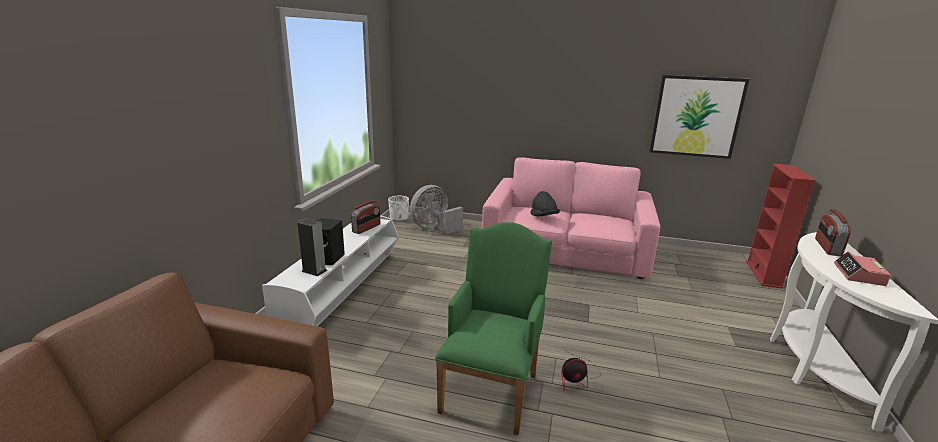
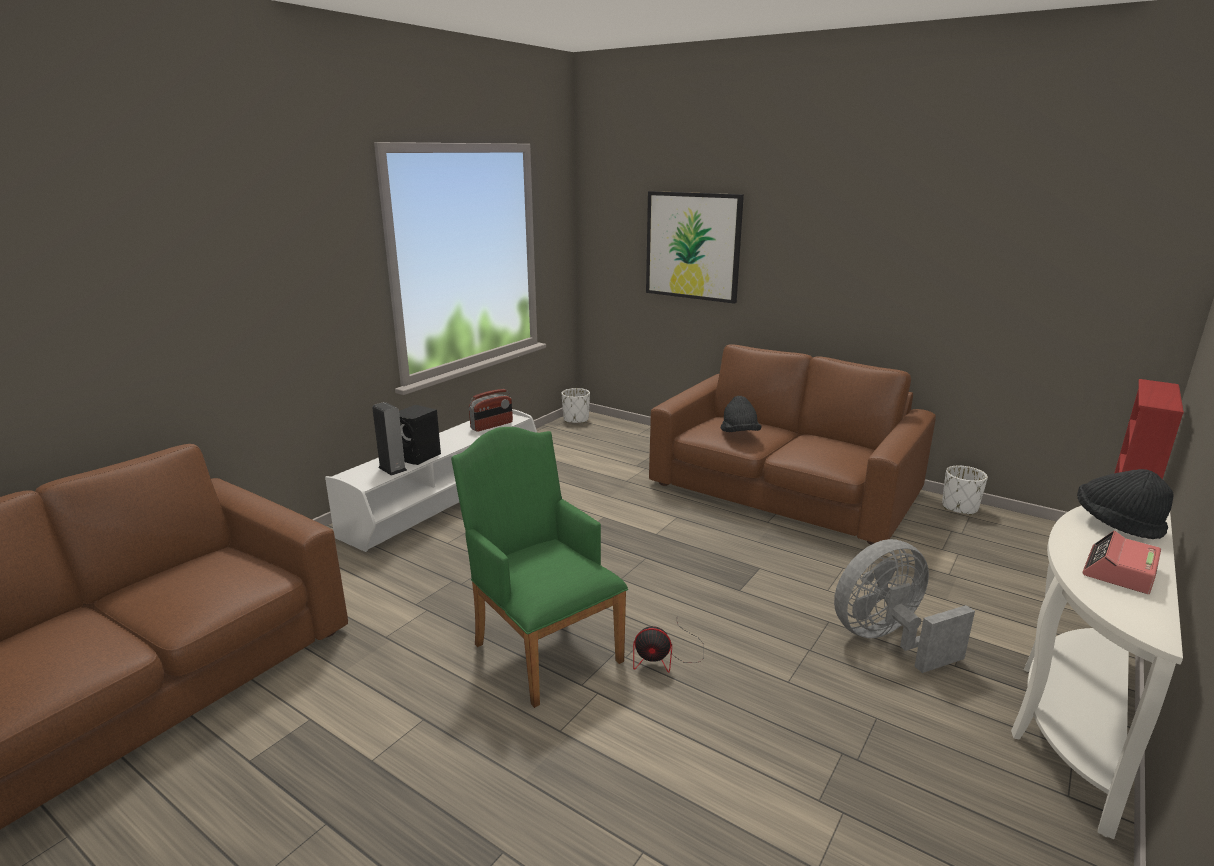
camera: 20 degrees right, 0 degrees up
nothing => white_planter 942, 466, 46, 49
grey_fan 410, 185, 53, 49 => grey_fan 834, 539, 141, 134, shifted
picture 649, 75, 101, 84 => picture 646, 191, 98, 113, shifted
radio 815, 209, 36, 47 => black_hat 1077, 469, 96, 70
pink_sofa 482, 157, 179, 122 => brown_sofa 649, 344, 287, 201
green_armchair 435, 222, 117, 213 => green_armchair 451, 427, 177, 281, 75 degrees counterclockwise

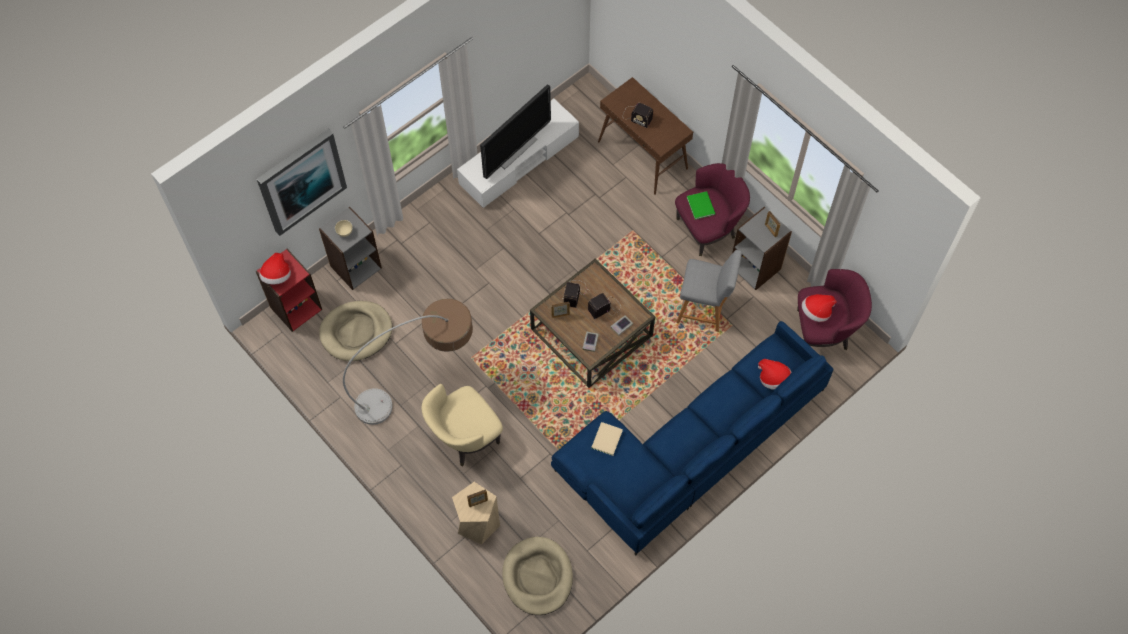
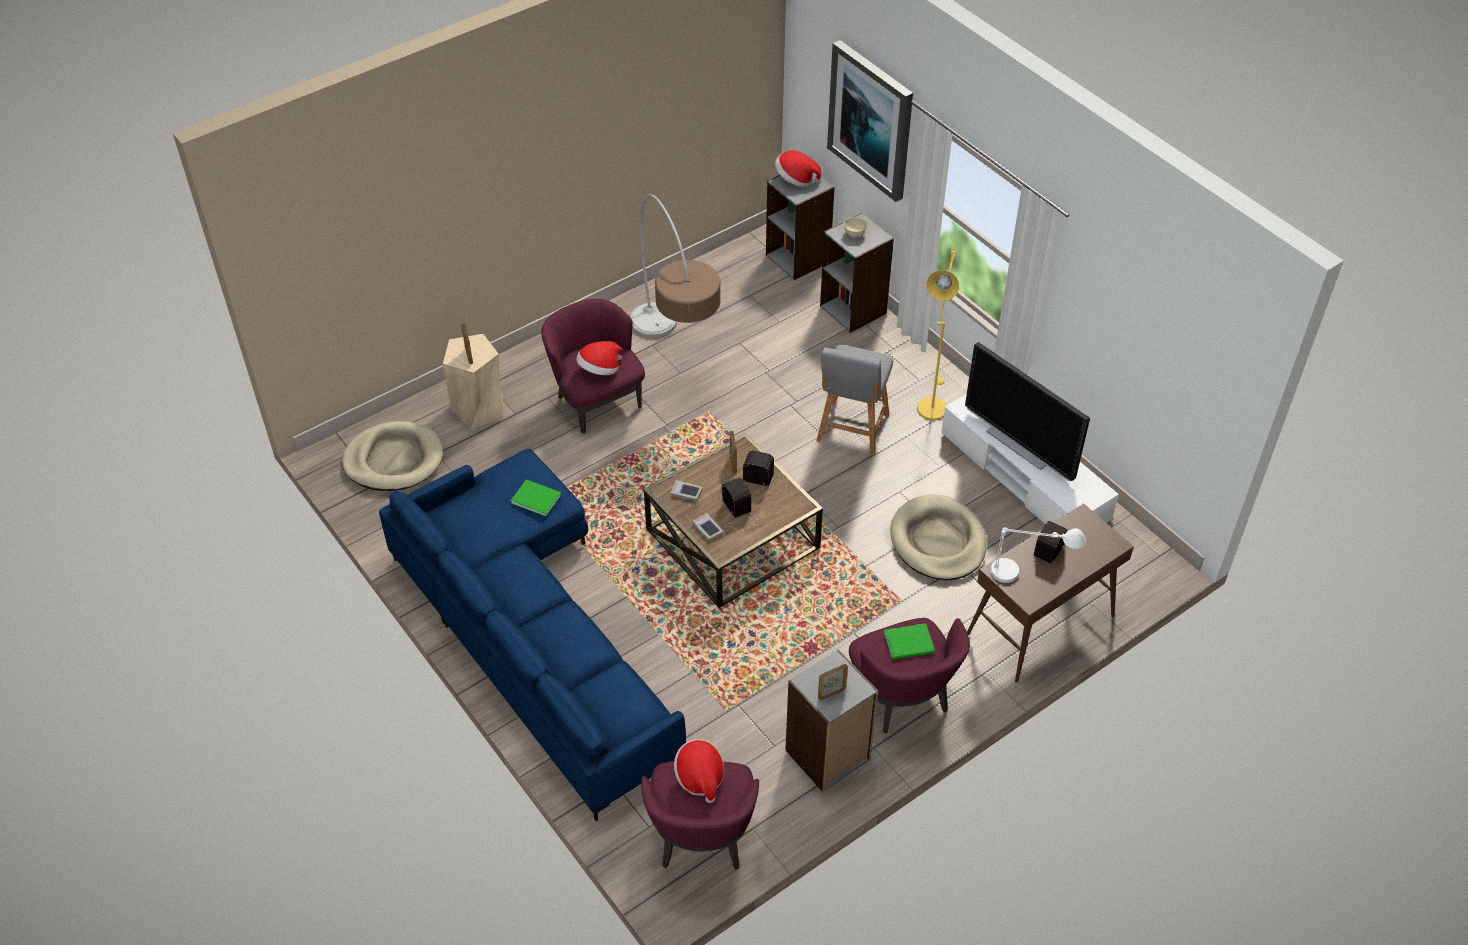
camera: 95 degrees right, 15 degrees down
nothing => yellow_floor_lamp 917, 251, 42, 169
nothing => white_table_lamp 990, 527, 96, 56
beige_dog_bed 319, 301, 73, 60 => beige_dog_bed 890, 494, 96, 86, shifted
grey_stool 676, 250, 66, 82 => grey_stool 816, 345, 77, 110, shifted
hat 758, 359, 34, 31 => hat 576, 341, 47, 34, shifted
red_bookcase 256, 249, 66, 83 => grey_bookcase 766, 173, 69, 107
beige_armchair 422, 384, 81, 82 => purple_armchair 541, 299, 104, 135
beige_book 591, 422, 32, 34 => green_book 511, 480, 51, 36

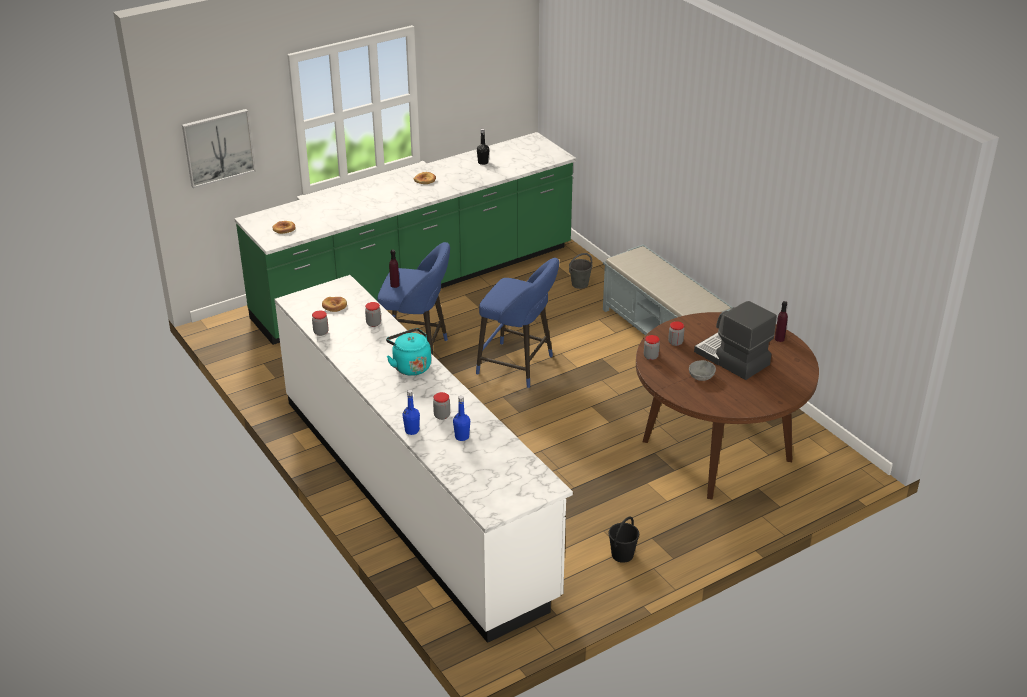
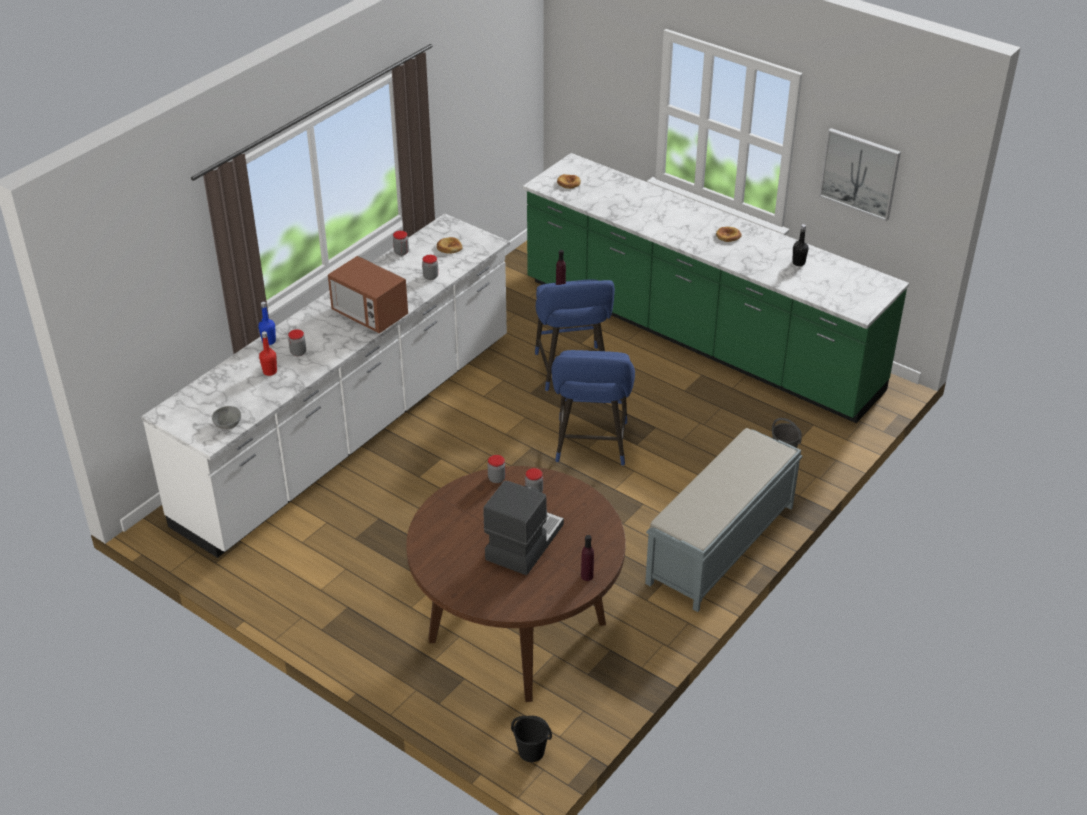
camera: 70 degrees right, 5 degrees up
picture 182, 109, 74, 79 => picture 819, 128, 82, 93, shifted
black_bucket 608, 516, 31, 47 => black_bucket 511, 716, 41, 46, shifted
grey_bowl 689, 360, 27, 21 => grey_bowl 212, 406, 29, 23, shifted
turquoise_kettle 386, 328, 45, 48 => microwave 328, 256, 80, 78
blue_bottle 453, 396, 17, 45 => red_bottle 259, 331, 18, 45

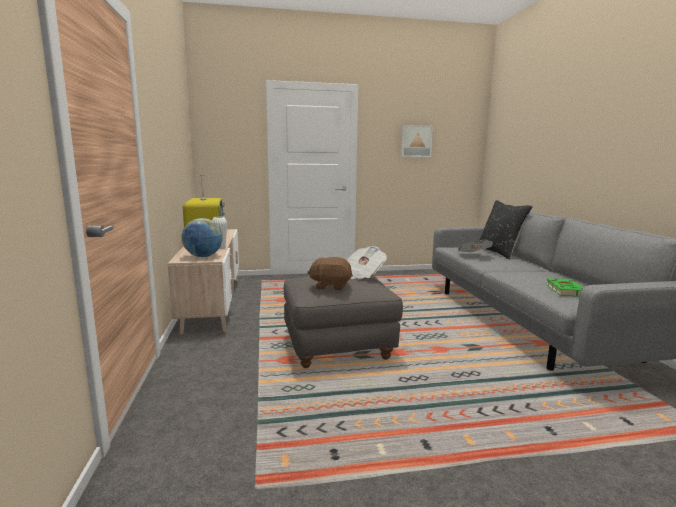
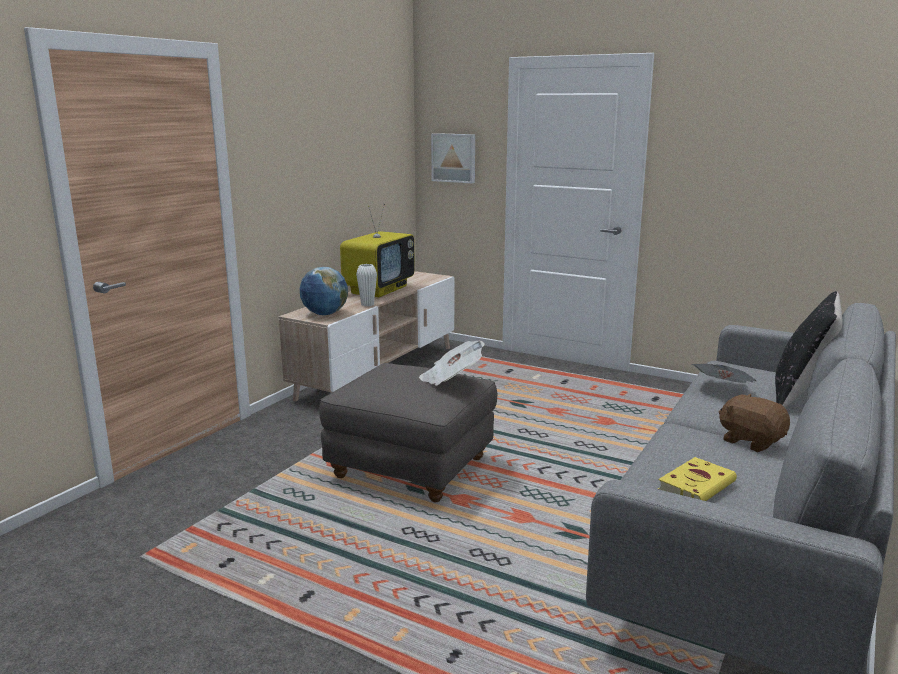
camera: 40 degrees right, 5 degrees up
brown_plush_toy 307, 257, 46, 34 => brown_plush_toy 719, 394, 71, 58, shifted
picture 401, 125, 32, 32 => picture 431, 133, 44, 50, shifted
green_book 546, 278, 38, 19 => yellow_book 658, 457, 79, 44

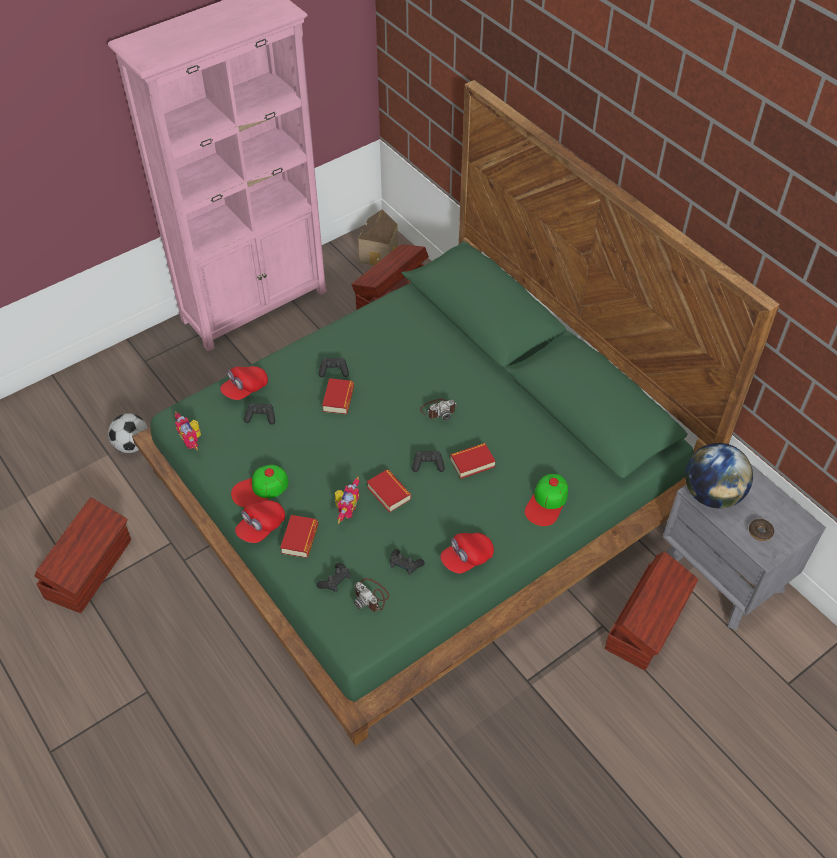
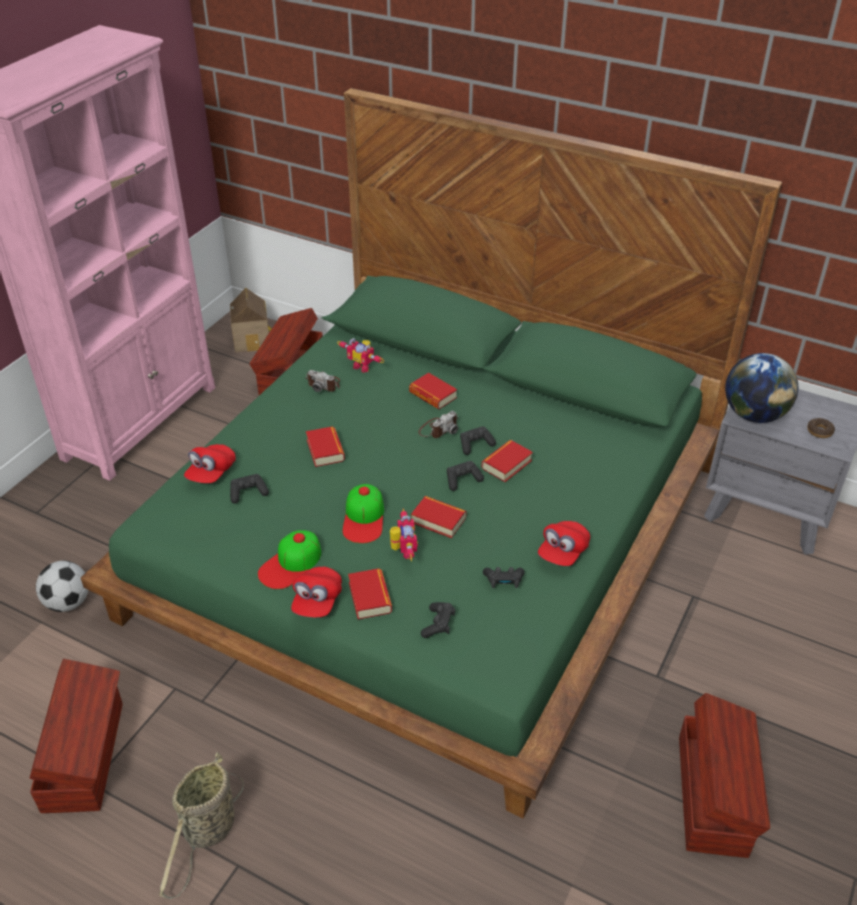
camera: 25 degrees left, 10 degrees down
nothing => basket 159, 752, 85, 147
nothing => book 409, 373, 48, 36
toy_robot 175, 411, 26, 39 => toy_robot 337, 338, 47, 35, shifted
black_game_controller 318, 358, 31, 19 => black_game_controller 460, 426, 36, 29, shifted
photo_camera 354, 578, 35, 34 => photo_camera 305, 370, 35, 22, shifted
cap 525, 474, 43, 52 => cap 343, 484, 41, 59, shifted
brown_storage_box 605, 551, 94, 119 => brown_storage_box 679, 693, 91, 165, shifted

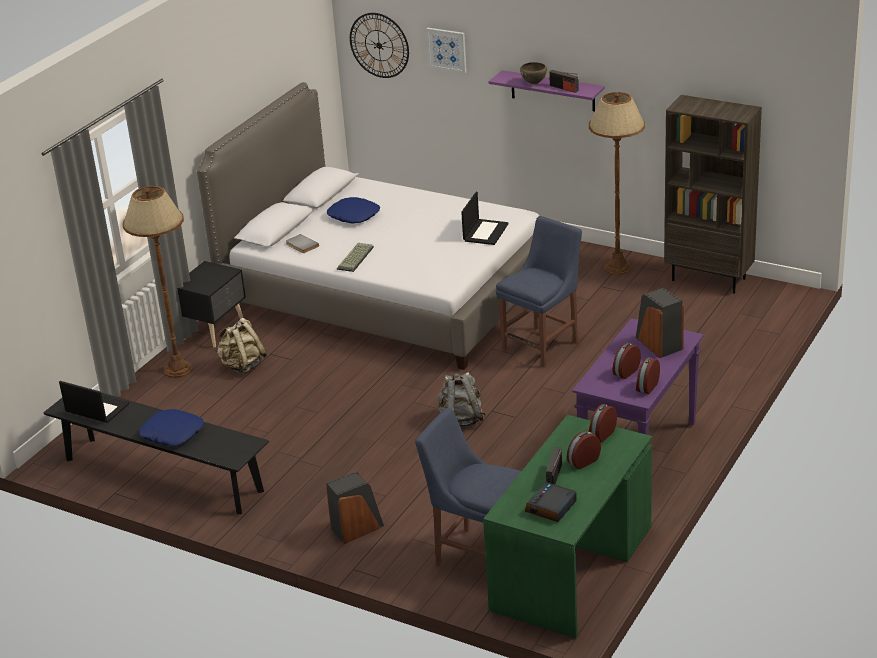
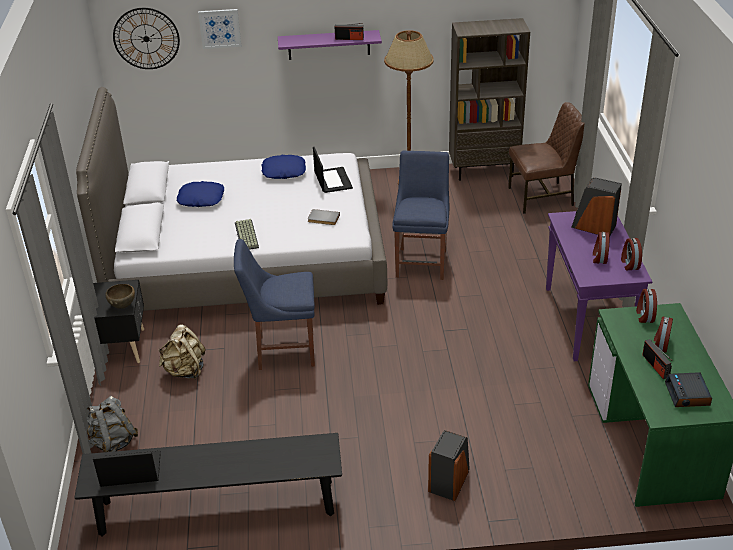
camera: 35 degrees left, 5 degrees up
brown_floor_lamp 123, 186, 70, 192 => nothing
nothing => brown_chair 508, 102, 77, 112
blue_pillow 139, 409, 65, 37 => blue_pillow 261, 155, 45, 24, shifted
grey_book 286, 234, 33, 19 => grey_book 308, 209, 32, 16, shifted
blue_chair 415, 408, 106, 158 => blue_chair 234, 239, 81, 131, shifted
grey_backpack 438, 372, 48, 55 => grey_backpack 86, 396, 52, 56, shifted
brown_bowl 520, 62, 27, 22 => brown_bowl 105, 284, 30, 25, shifted

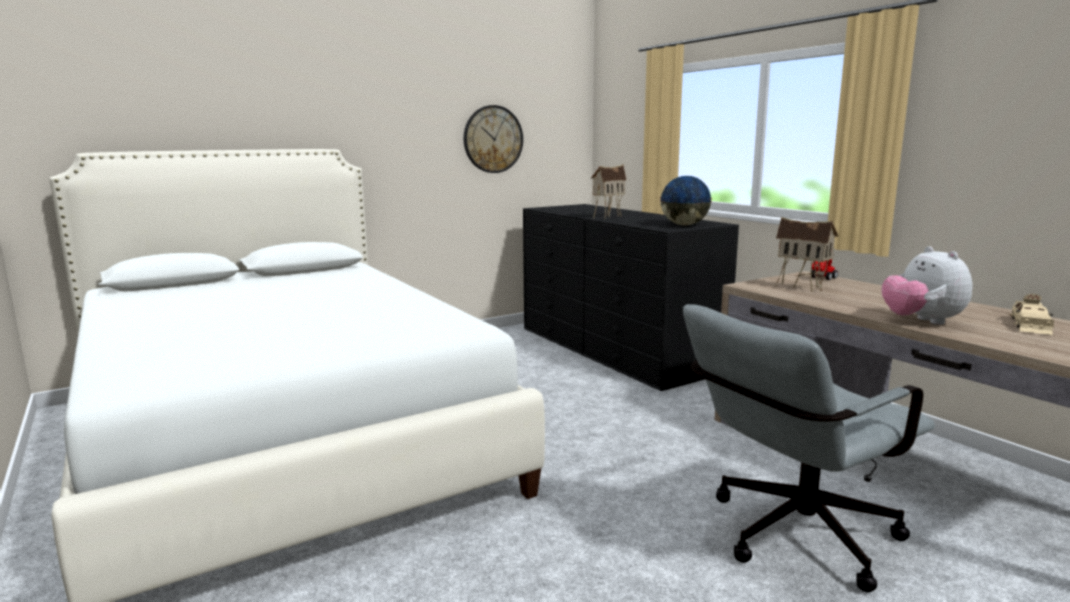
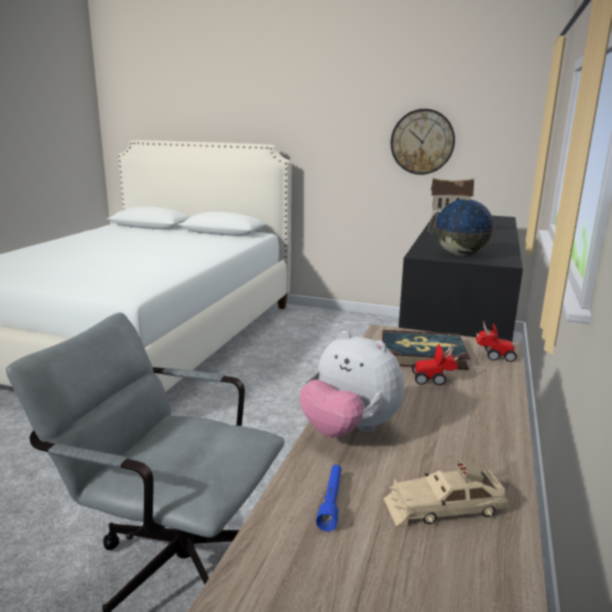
camera: 50 degrees right, 5 degrees up
nothing => blue_flashlight 316, 465, 26, 66
nothing => toy_car 412, 342, 46, 43
toy_house 775, 217, 64, 75 => book 382, 330, 88, 40
plush_toy 882, 246, 91, 79 => plush_toy 300, 330, 104, 107, 90 degrees counterclockwise

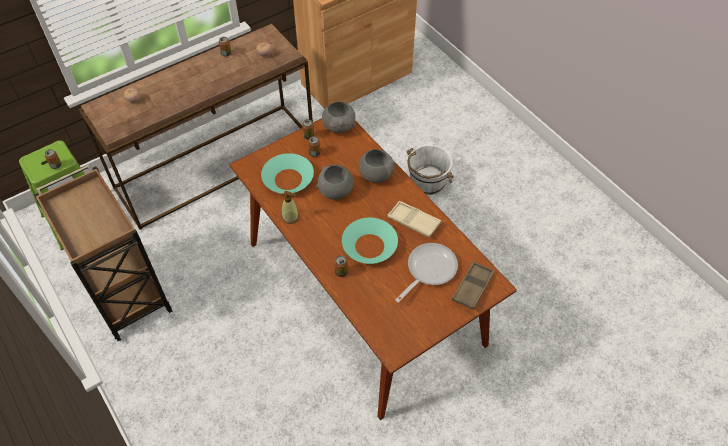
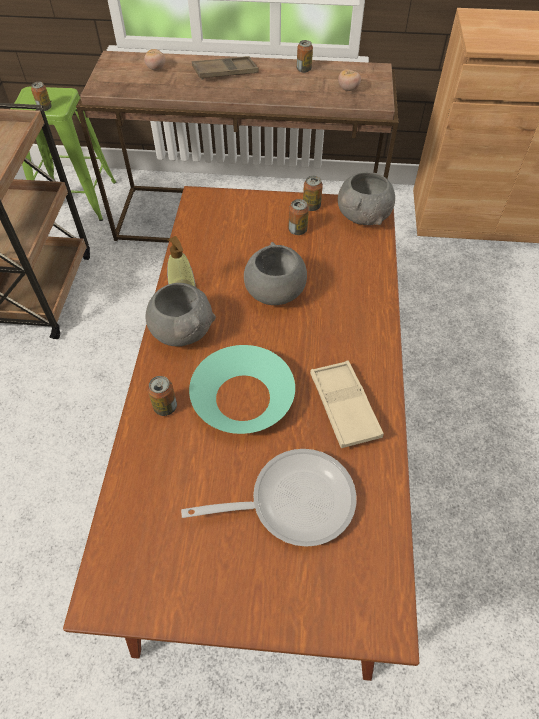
camera: 40 degrees right, 0 degrees up
turquoise_bowl 261, 153, 53, 41 => nothing
white_bucket 407, 145, 47, 50 => nothing
grey_bowl 359, 149, 36, 34 => grey_bowl 145, 283, 71, 63, shifted
brown_tray 452, 262, 42, 48 => brown_tray 192, 56, 67, 24, shifted

